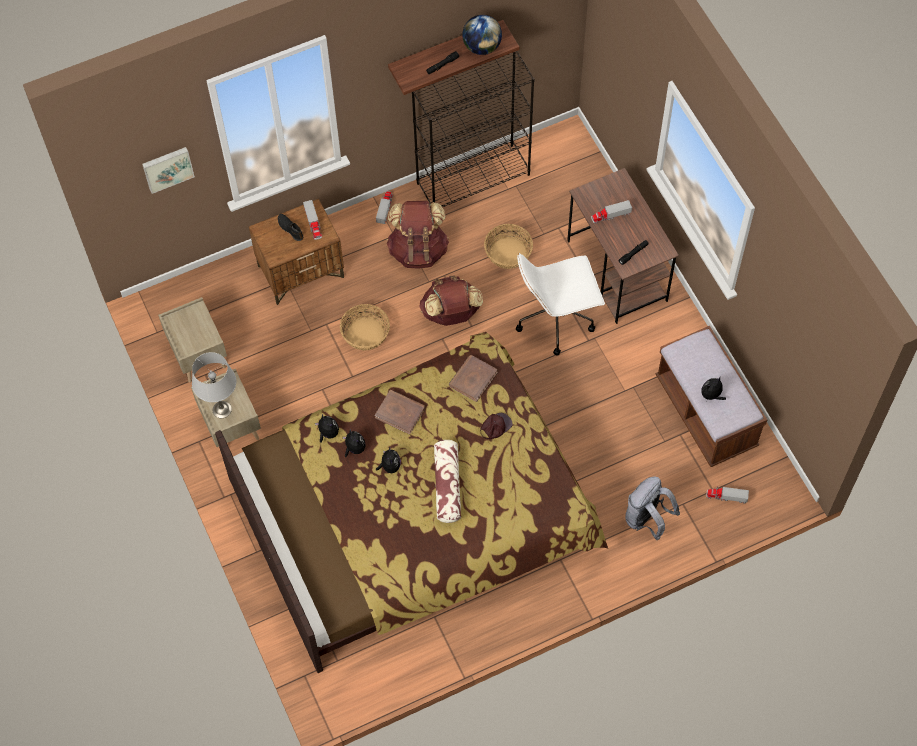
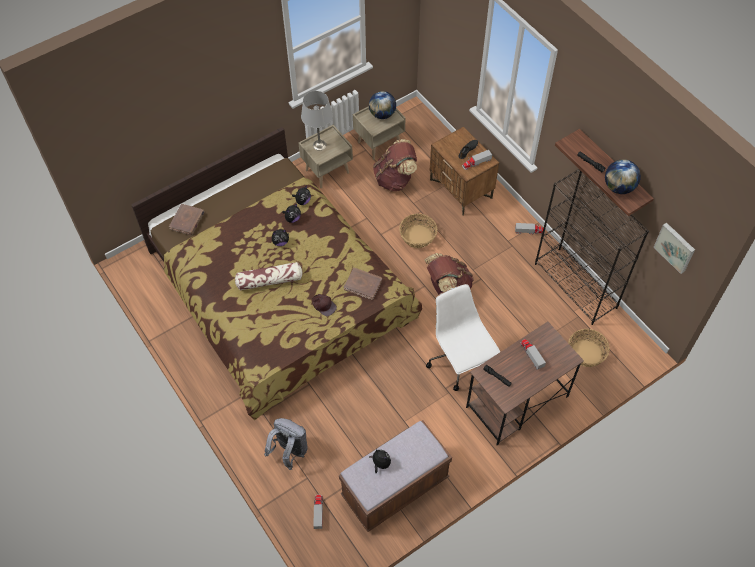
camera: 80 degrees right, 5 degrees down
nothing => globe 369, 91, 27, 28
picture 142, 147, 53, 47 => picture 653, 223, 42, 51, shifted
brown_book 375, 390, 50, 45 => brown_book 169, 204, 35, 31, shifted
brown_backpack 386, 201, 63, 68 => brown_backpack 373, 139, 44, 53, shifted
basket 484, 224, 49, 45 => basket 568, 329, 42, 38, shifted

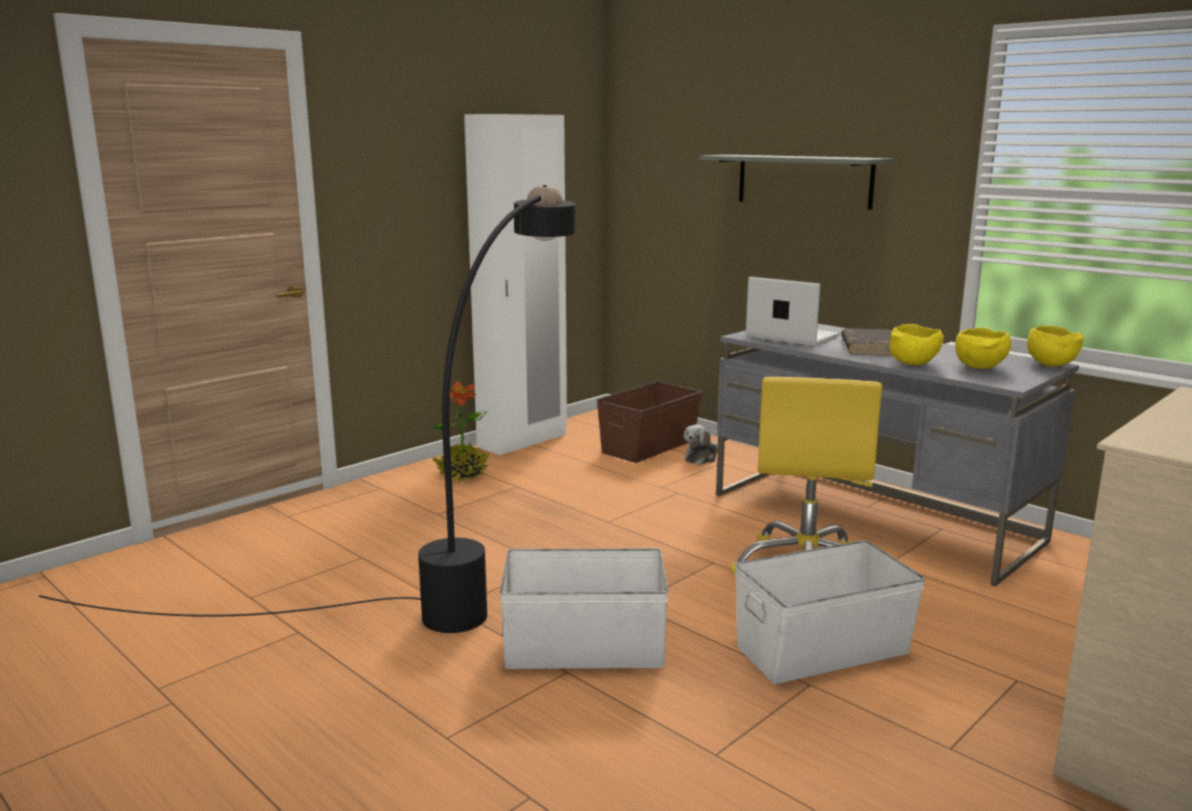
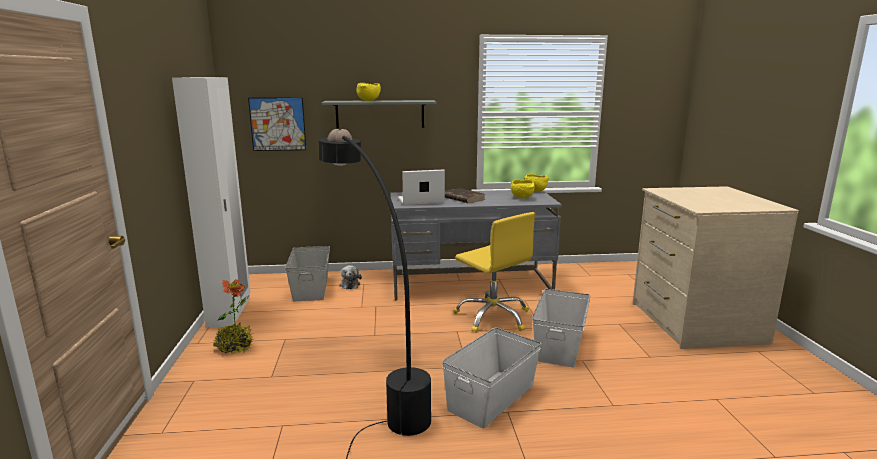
camera: 50 degrees left, 0 degrees up
nothing => picture 248, 97, 58, 54
yellow_bowl 889, 324, 55, 41 => yellow_bowl 356, 83, 25, 18, shifted
brown_storage_box 597, 381, 105, 82 => grey_storage_box 285, 246, 45, 55

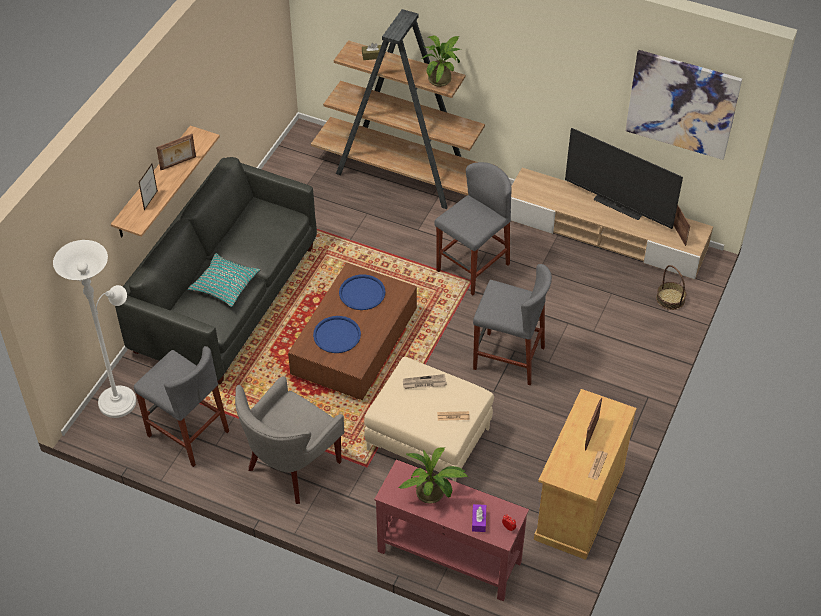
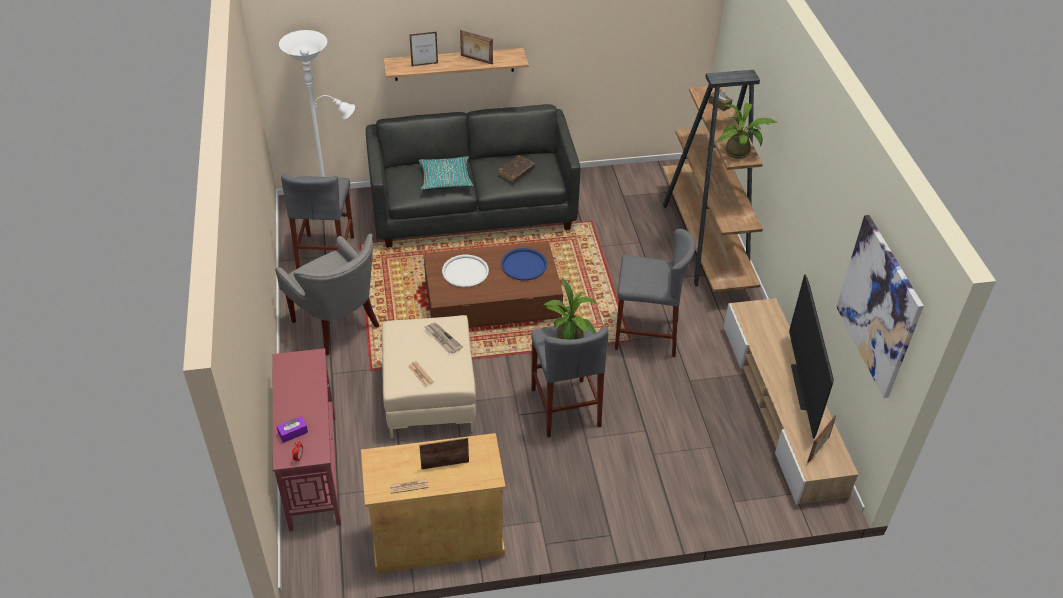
camera: 55 degrees right, 5 degrees down
basket 656, 265, 30, 45 => nothing
nothing => brown_book 498, 155, 37, 27
potted_plant 399, 447, 69, 57 => potted_plant 543, 278, 54, 61, shifted
blue_tray 313, 316, 48, 37 => white_tray 442, 255, 47, 32
grey_armchair 235, 376, 109, 128 => grey_armchair 275, 234, 104, 122, 135 degrees counterclockwise

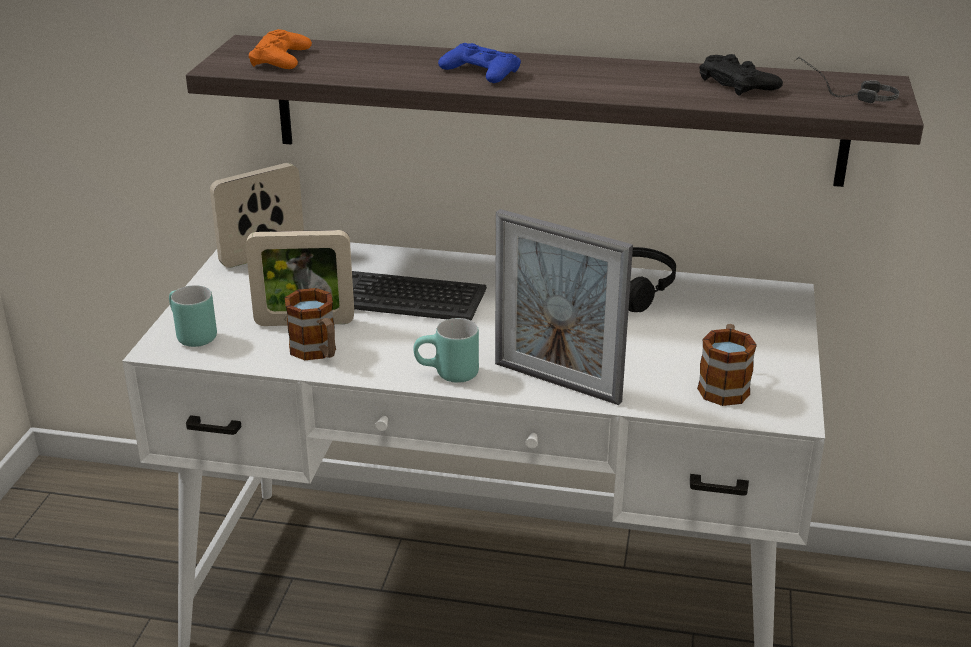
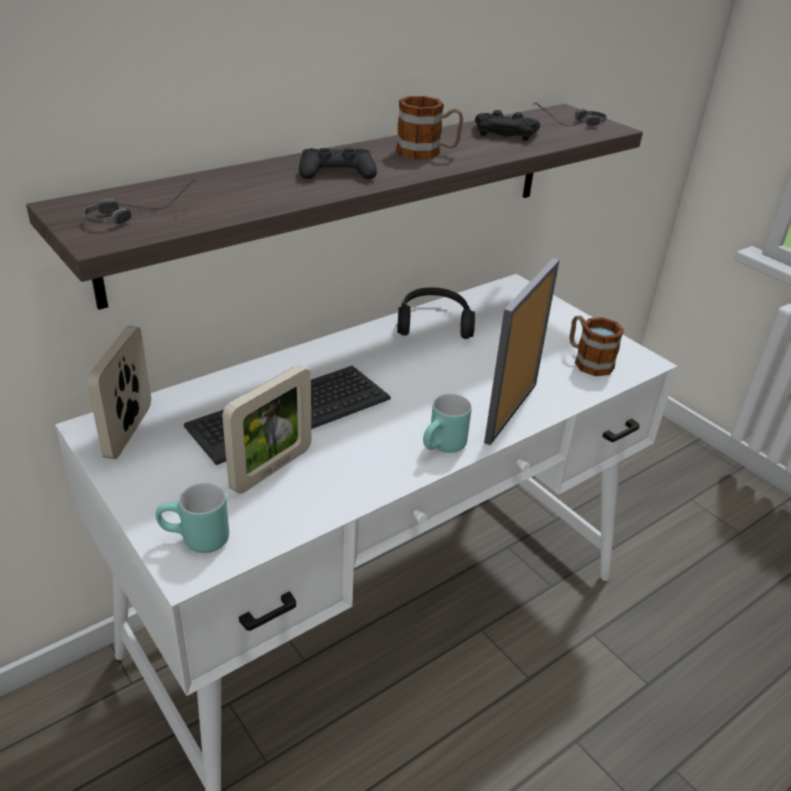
camera: 50 degrees left, 5 degrees up
mug 285, 288, 51, 72 => mug 396, 96, 67, 63, shifted
orange_game_controller 249, 29, 63, 40 => headphones 83, 179, 114, 46
blue_game_controller 438, 43, 83, 40 => black_game_controller 299, 148, 78, 31
picture_frame 495, 209, 138, 196 => picture_frame 484, 258, 76, 187, 135 degrees clockwise

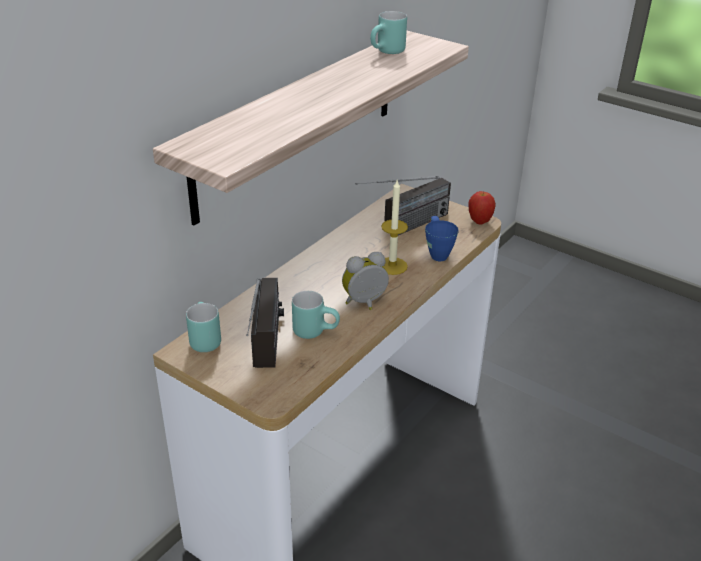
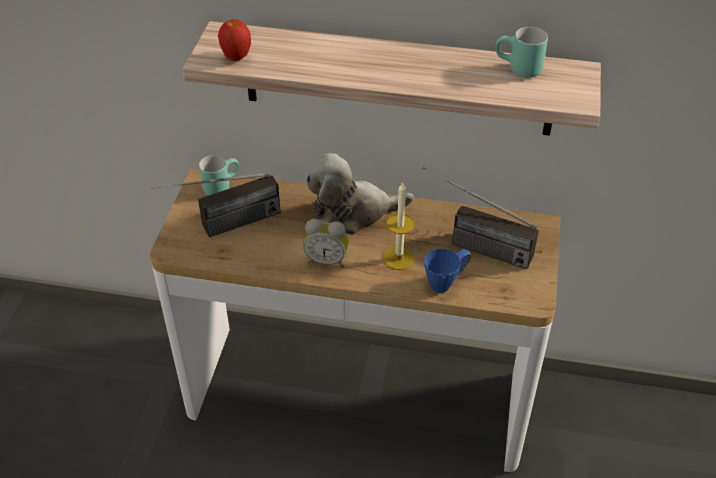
camera: 65 degrees right, 10 degrees up
turquoise_mug 292, 291, 48, 48 => nothing
nothing => plush_toy 306, 153, 108, 82
apple 469, 191, 27, 34 => apple 218, 19, 33, 42, shifted
alarm_clock 342, 252, 47, 58 => alarm_clock 303, 219, 46, 49, 150 degrees clockwise

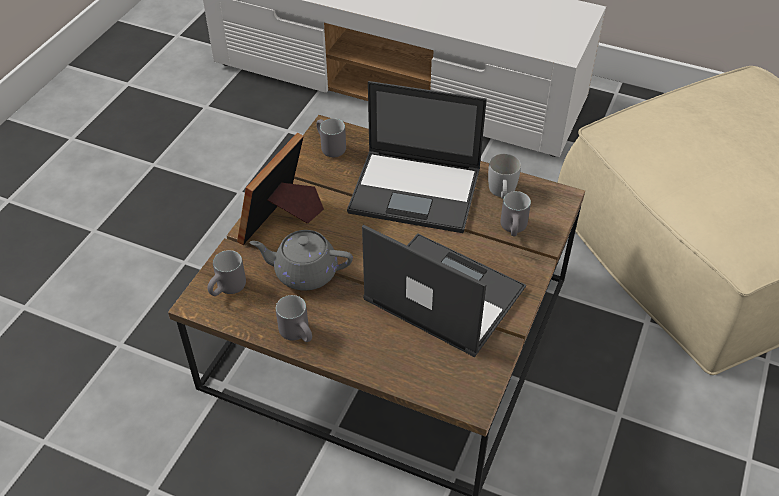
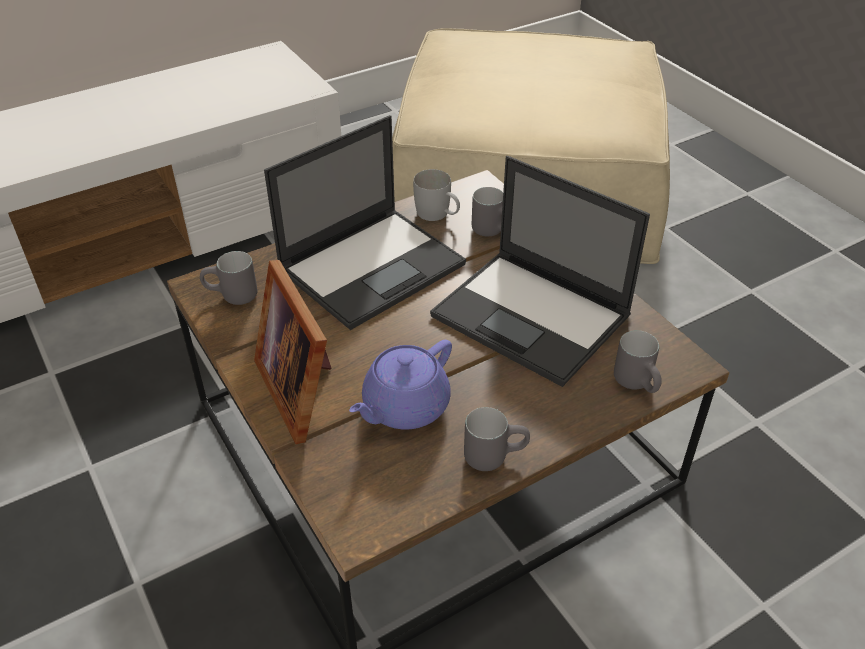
camera: 55 degrees left, 5 degrees down
grey_mug 208, 250, 38, 46 => grey_mug 614, 330, 48, 63, shifted
grey_teapot 249, 230, 104, 60 => purple_teapot 349, 340, 103, 90
laptop 362, 225, 164, 132 => laptop 430, 156, 220, 231, 120 degrees counterclockwise

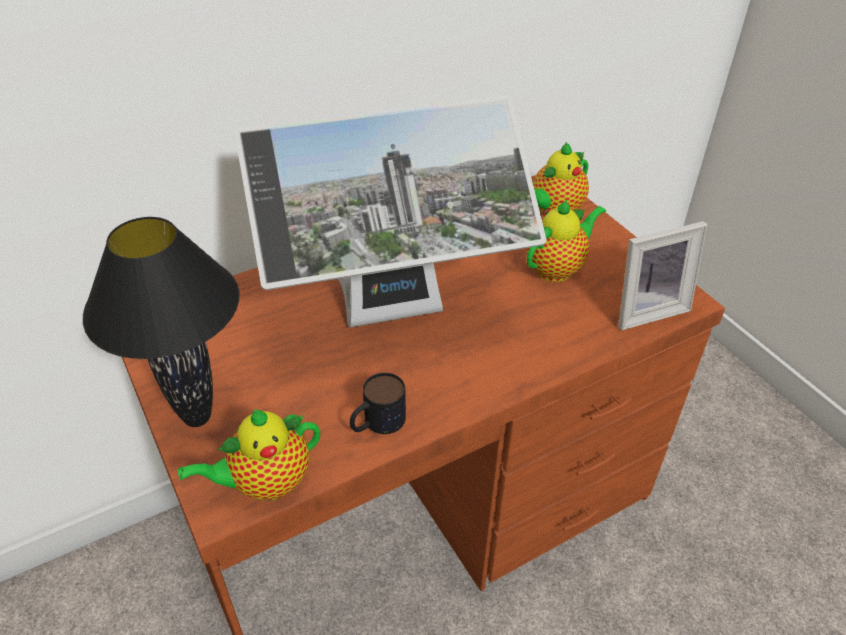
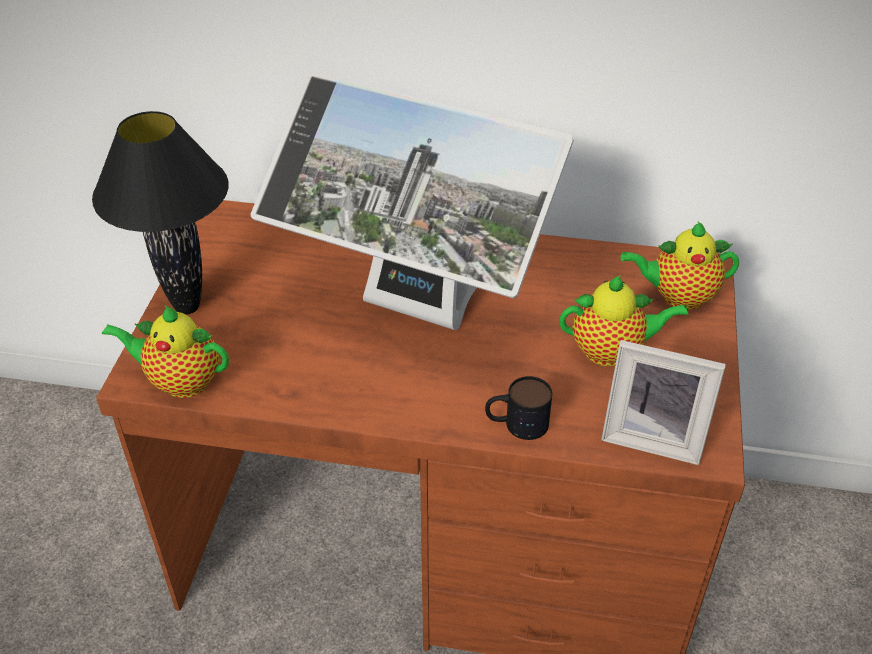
camera: 40 degrees right, 0 degrees up
mug 350, 373, 56, 61 => mug 485, 376, 67, 64, shifted

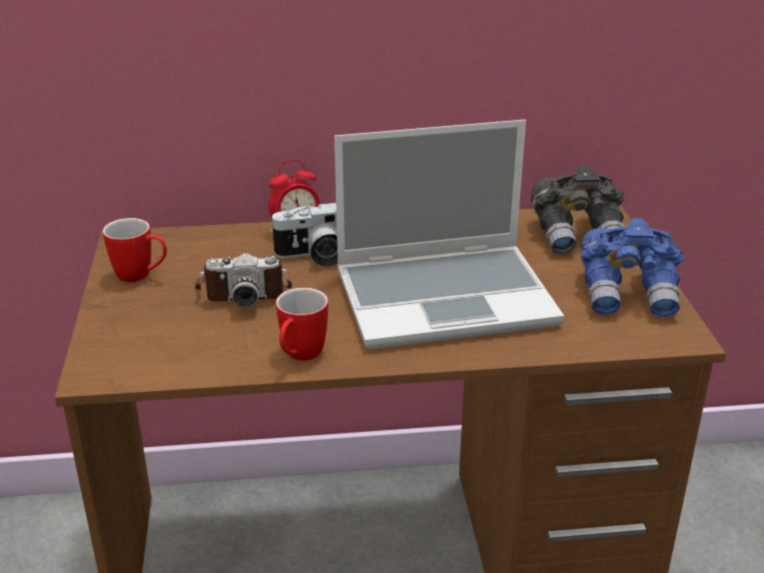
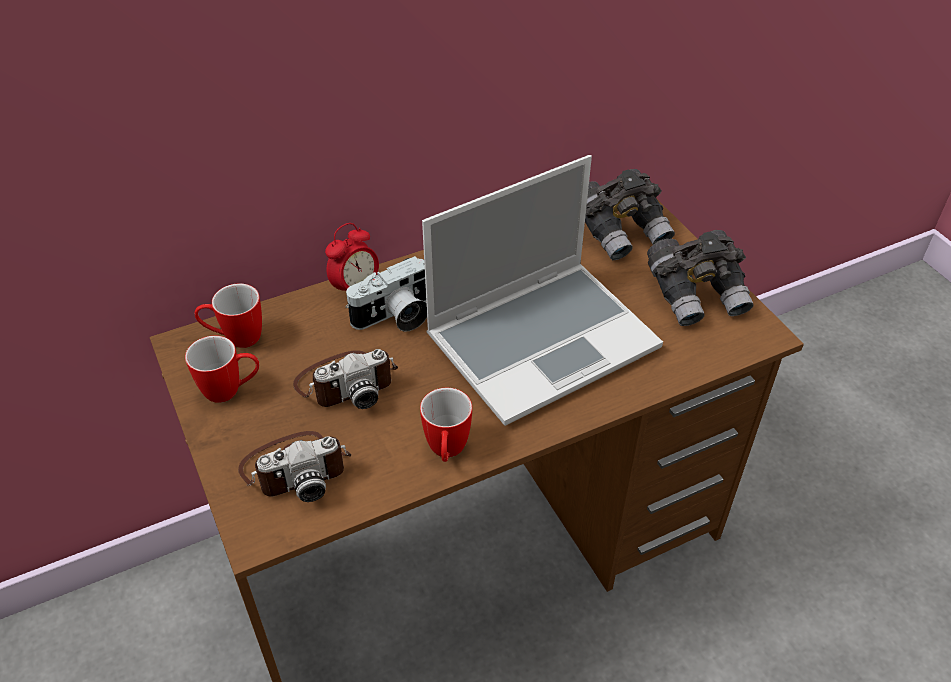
camera: 20 degrees left, 15 degrees up
nothing => mug 195, 284, 67, 64
nothing => photo_camera 238, 431, 113, 71
blue_binoculars 580, 218, 104, 99 => grey_binoculars 647, 230, 107, 96

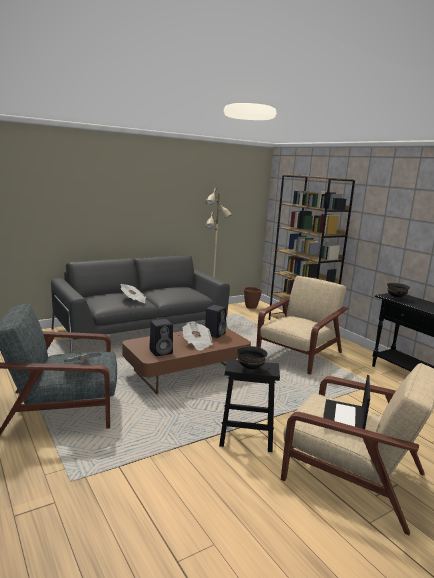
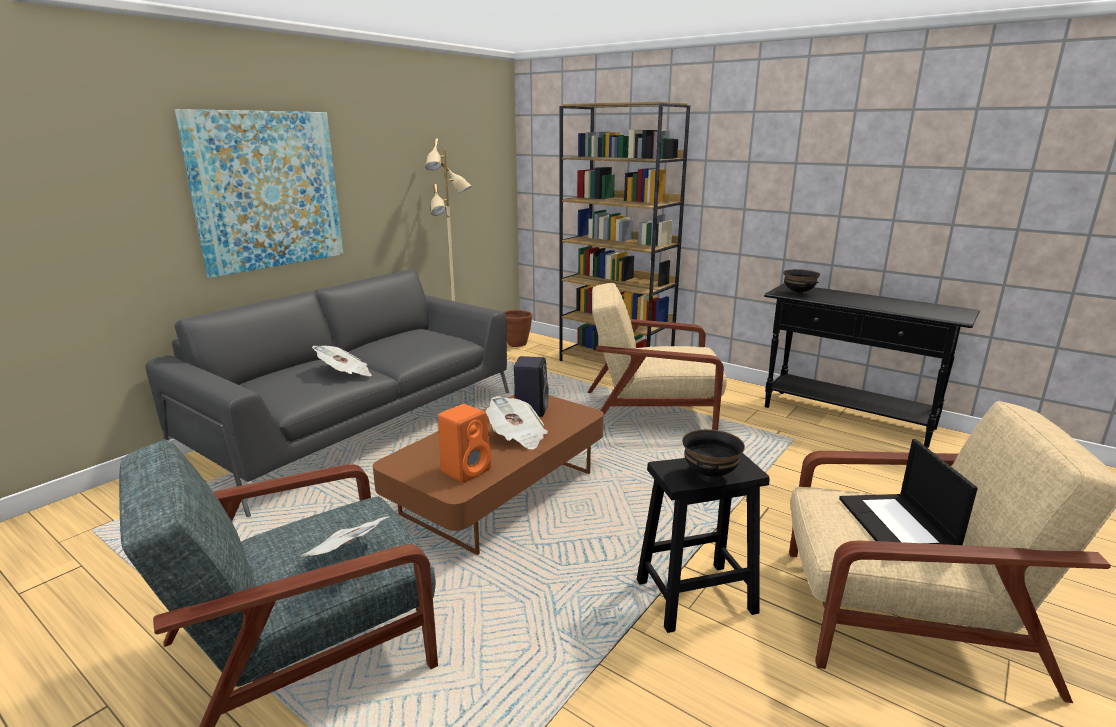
camera: 20 degrees left, 5 degrees up
nothing => picture 175, 109, 169, 169
black_speaker 149, 319, 24, 37 => orange_speaker 438, 404, 53, 79
beige_armchair 256, 276, 92, 98 => beige_armchair 588, 282, 139, 148, 105 degrees counterclockwise

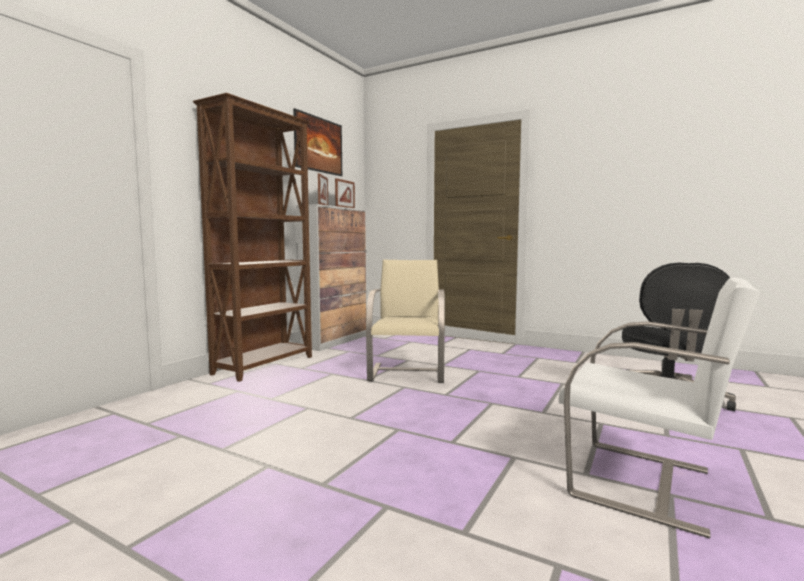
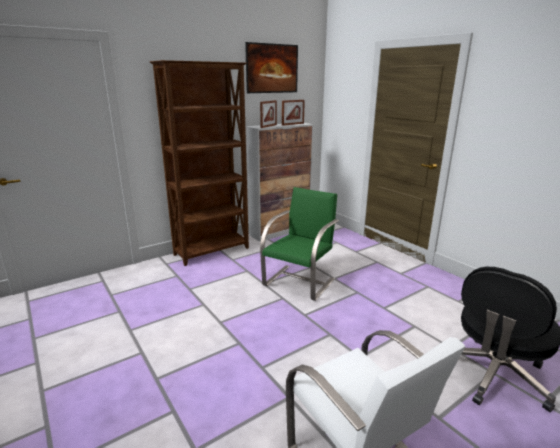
camera: 25 degrees right, 15 degrees up
beige_chair 366, 260, 79, 123 => green_chair 260, 187, 79, 114

